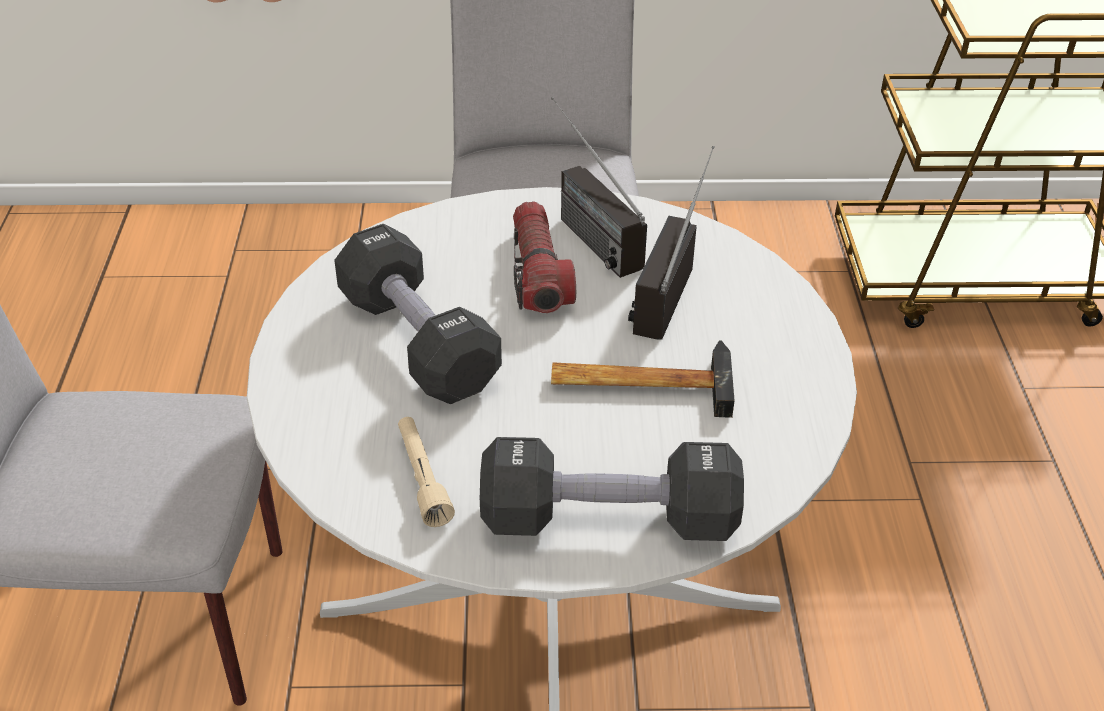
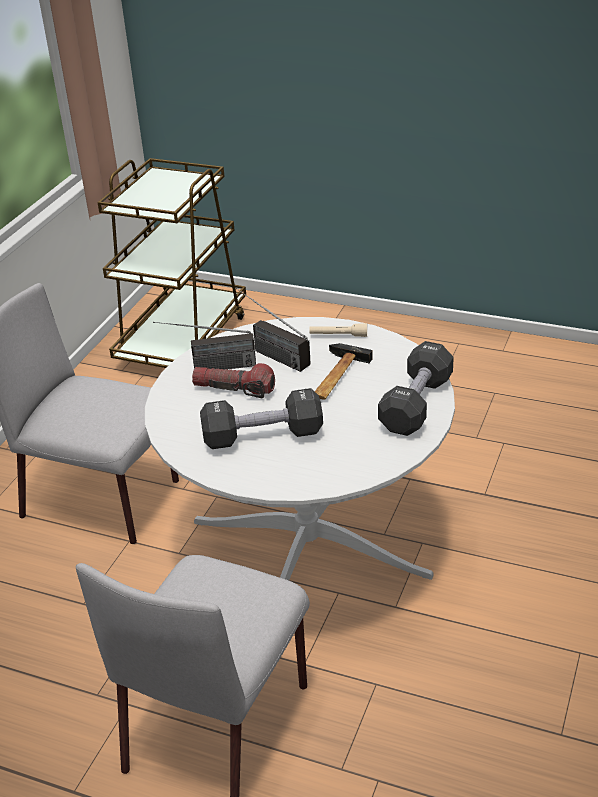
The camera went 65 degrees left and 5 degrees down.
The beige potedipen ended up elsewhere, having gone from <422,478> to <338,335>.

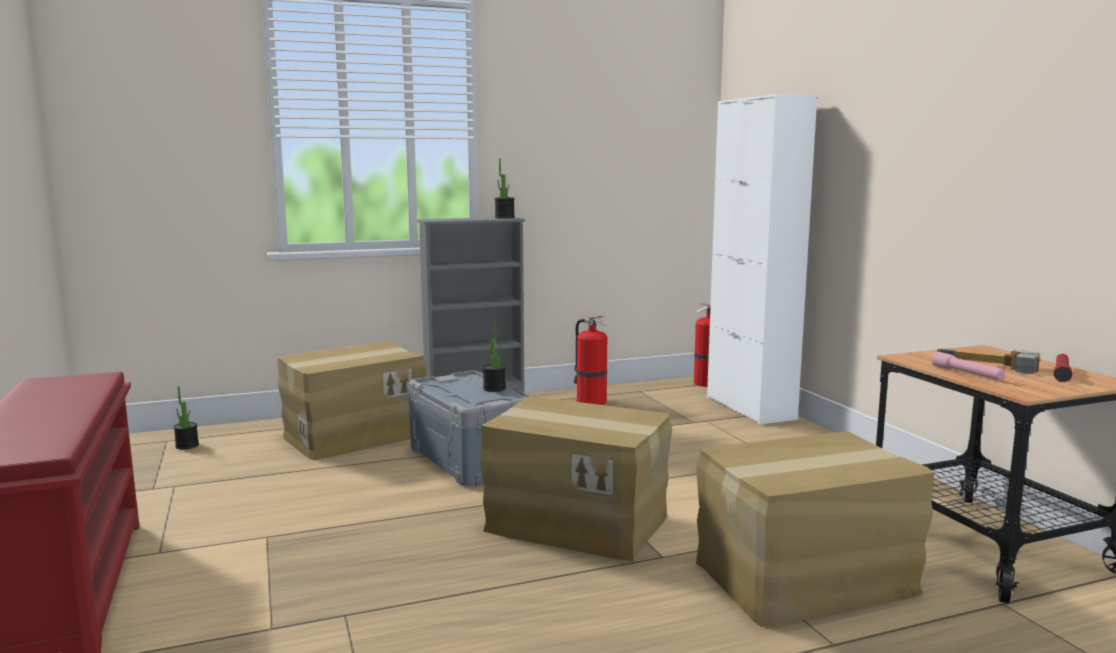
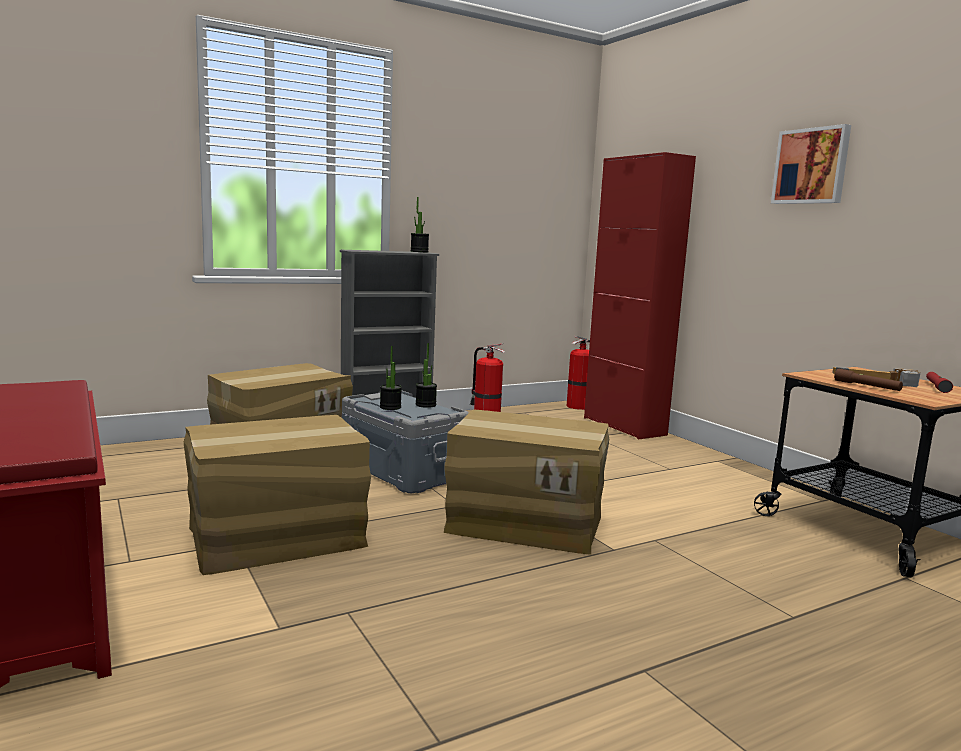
The camera went 10 degrees left and 0 degrees up.
The second view gained the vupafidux at <811,166>.
The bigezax ended up elsewhere, having gone from <187,446> to <390,407>.
The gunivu ended up elsewhere, having gone from <806,579> to <277,538>.
What was the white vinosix at <750,408> turned into the red vinosix at <624,426>.
What was the pink potedipen at <967,373> turned into the brown potedipen at <867,386>.

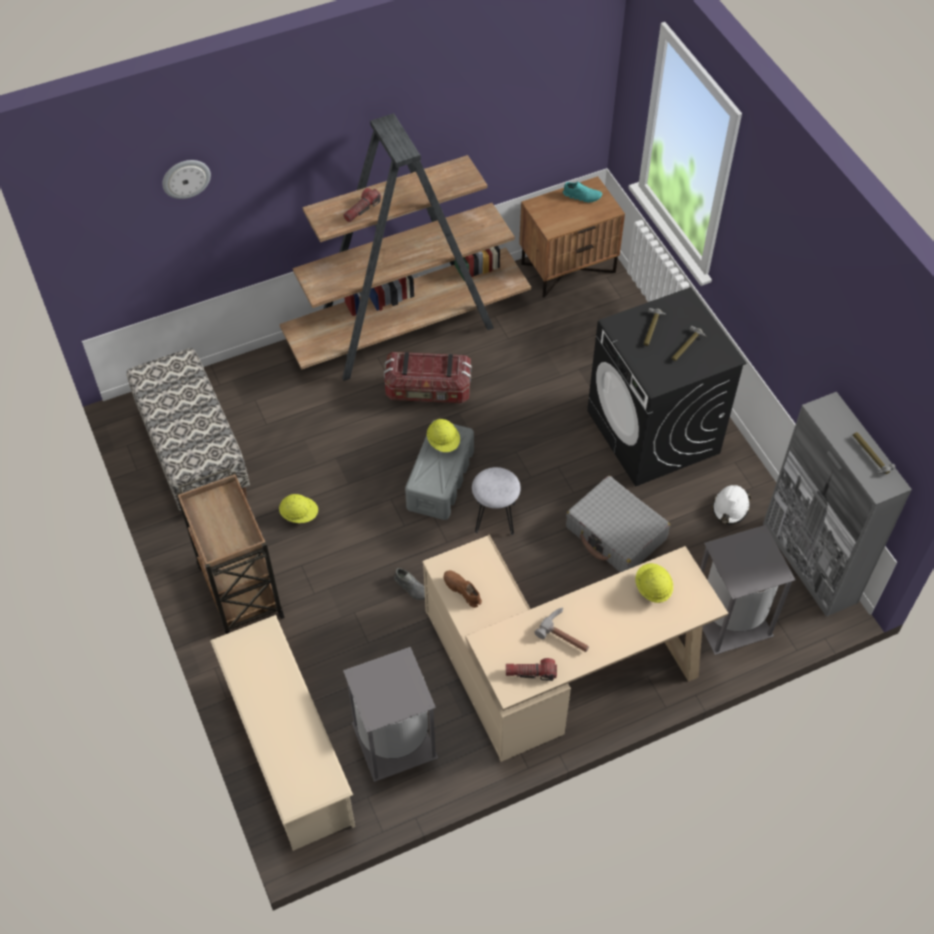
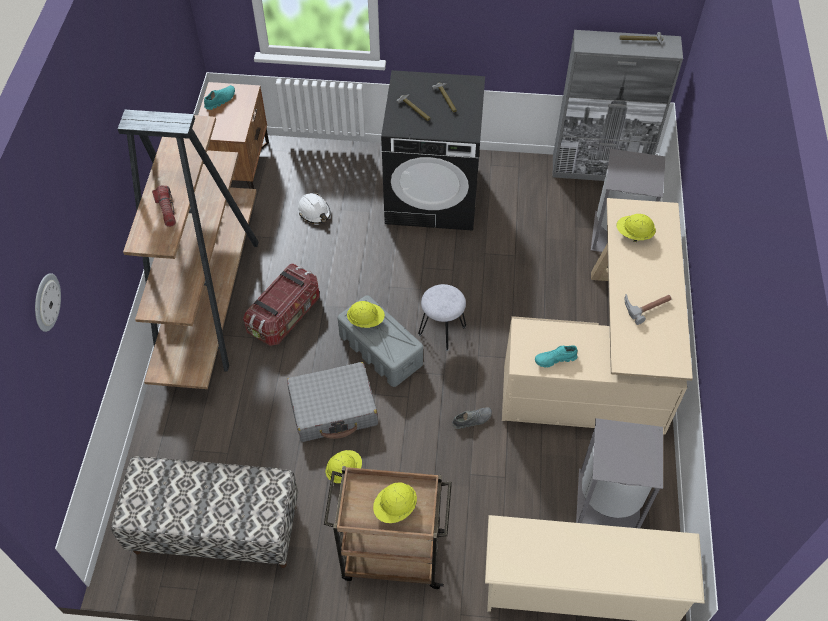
The camera went 60 degrees left and 0 degrees up.
The second view lost the potedipen at <531,673>.
The second view gained the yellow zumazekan at <395,508>.
The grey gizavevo ended up elsewhere, having gone from <616,534> to <334,409>.
The white zumazekan ended up elsewhere, having gone from <730,508> to <314,212>.
What was the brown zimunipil at <462,591> turned into the turquoise zimunipil at <555,359>.

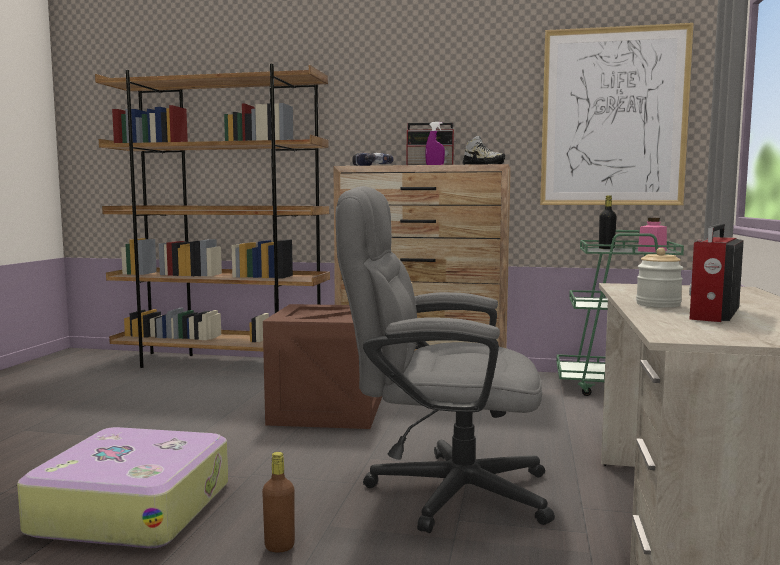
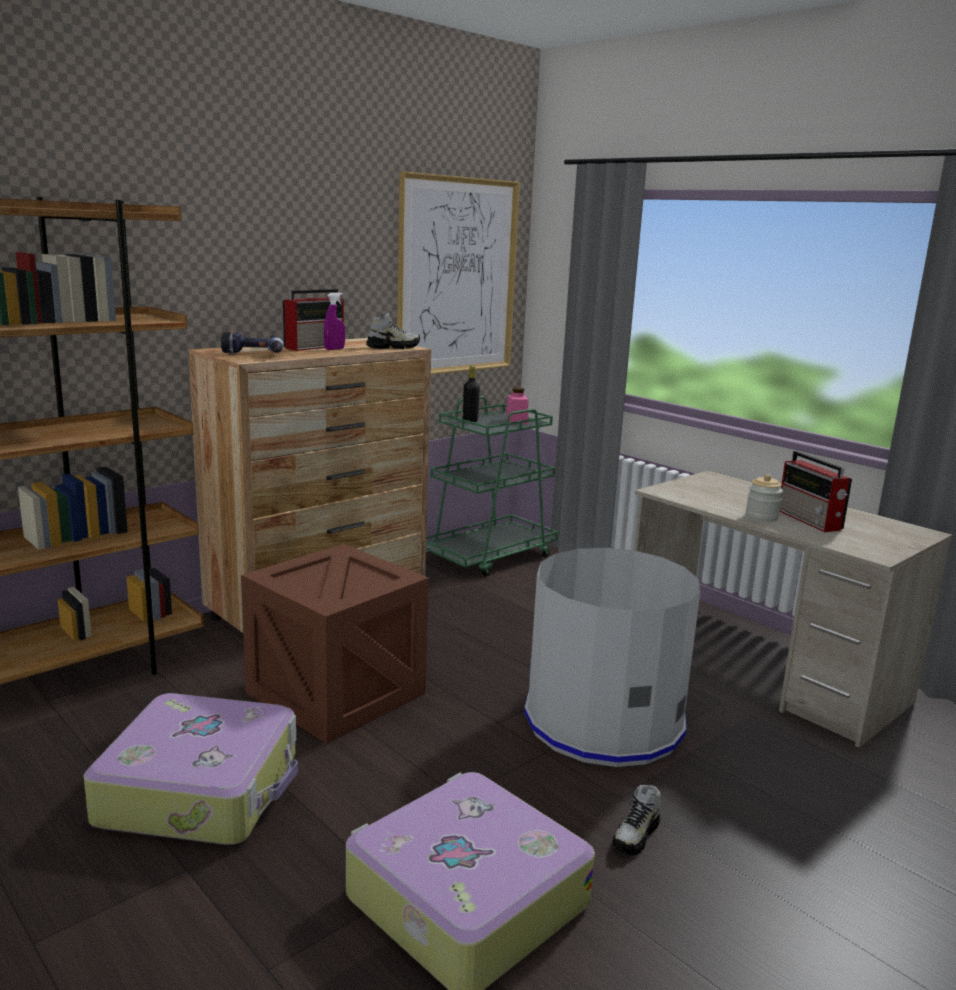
The camera went 55 degrees left and 10 degrees up.
The second view gained the gizavevo at <202,789>.
Where the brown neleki stood at <279,546>, the zimunipil came to stand at <636,836>.
Where the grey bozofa stood at <441,490>, the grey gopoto came to stand at <603,721>.

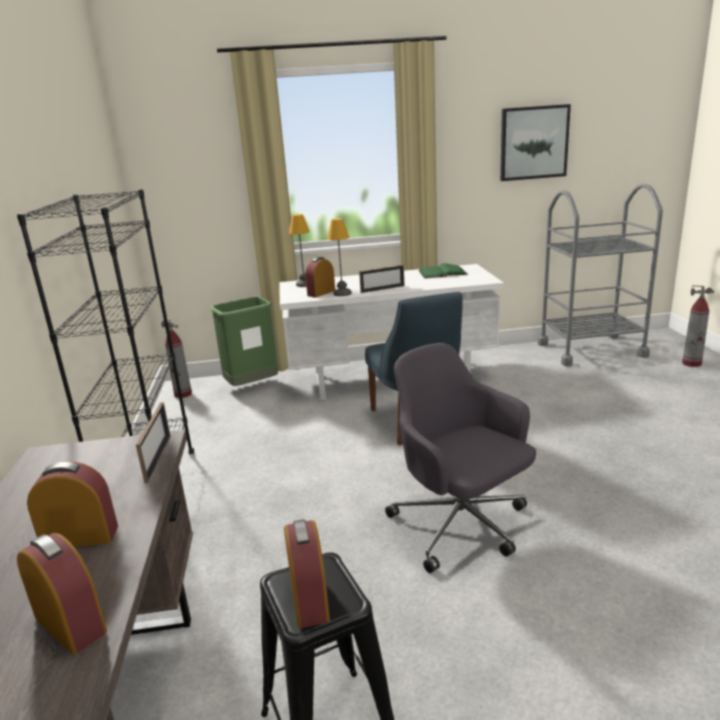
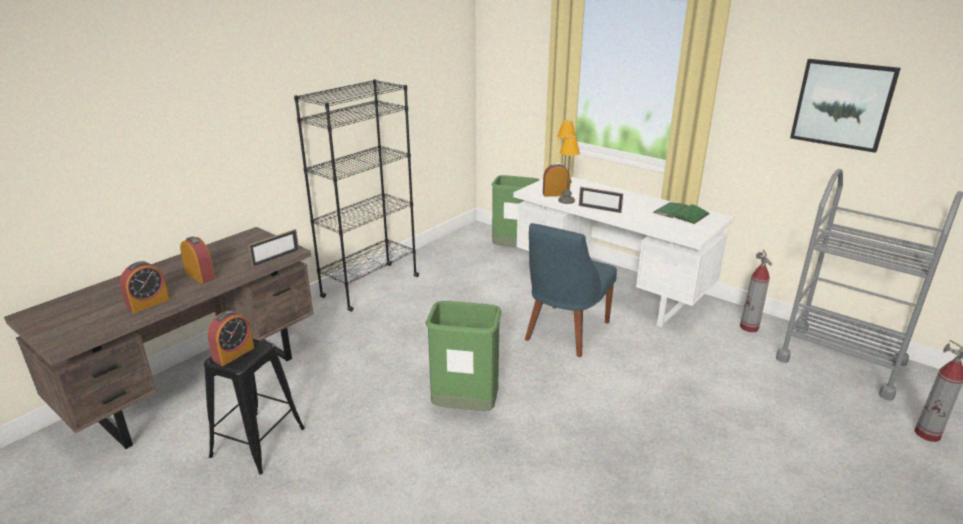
The camera went 45 degrees right and 5 degrees up.
The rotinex ended up elsewhere, having gone from <183,394> to <749,327>.
Where the grey bozofa stood at <461,525>, the green gopoto came to stand at <465,407>.
The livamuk at <70,624> ended up facing another way, 45 degrees clockwise from before.

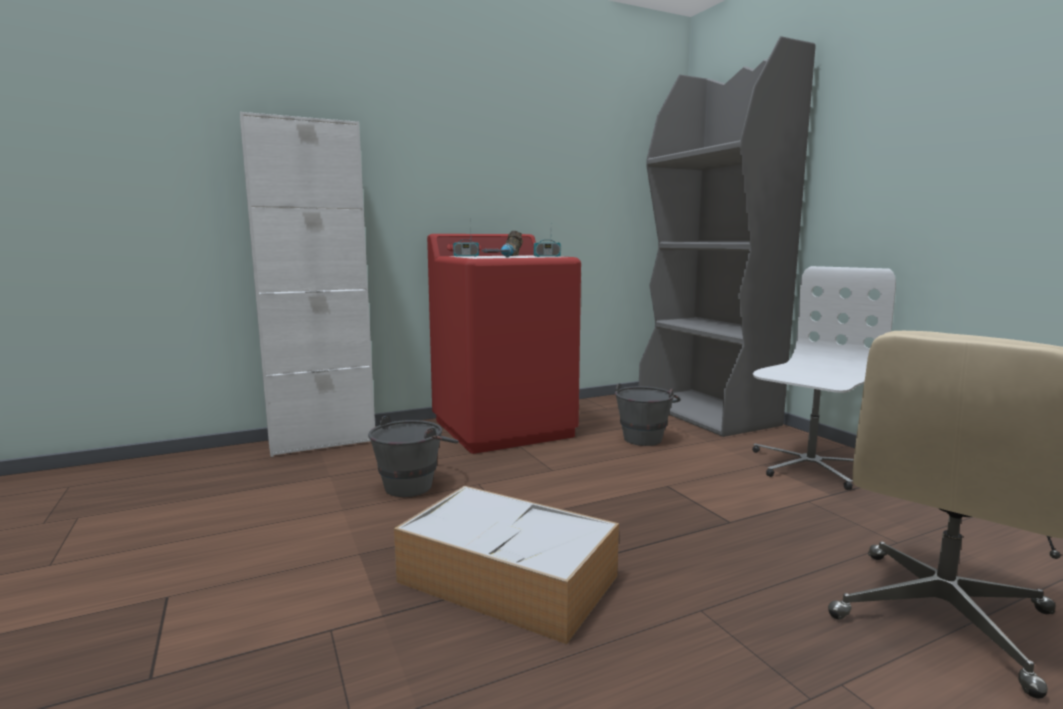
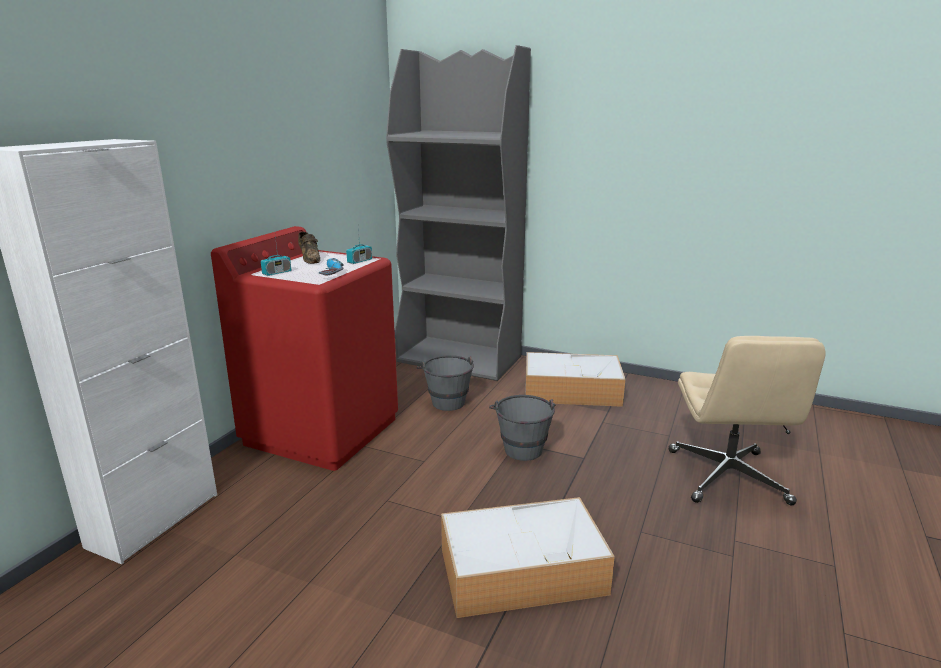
The camera went 40 degrees left and 10 degrees up.
The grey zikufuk ended up elsewhere, having gone from <415,483> to <521,446>.
Where the white bozofa stood at <808,466>, the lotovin came to stand at <573,391>.

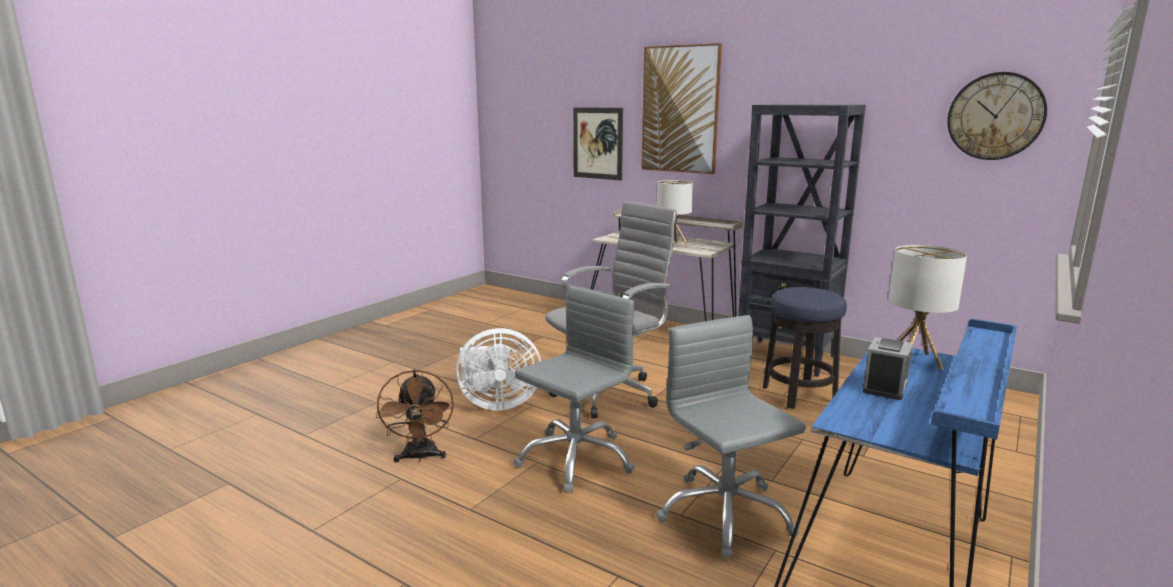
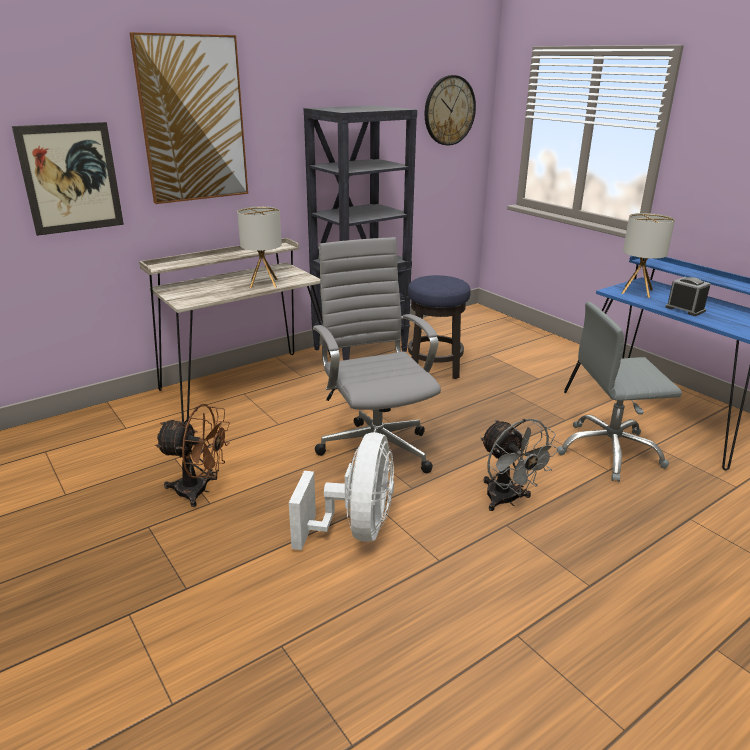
The camera went 70 degrees left and 10 degrees up.
The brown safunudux ended up elsewhere, having gone from <420,457> to <200,491>.
Where the grey bozofa stood at <575,459>, the grey safunudux came to stand at <507,500>.

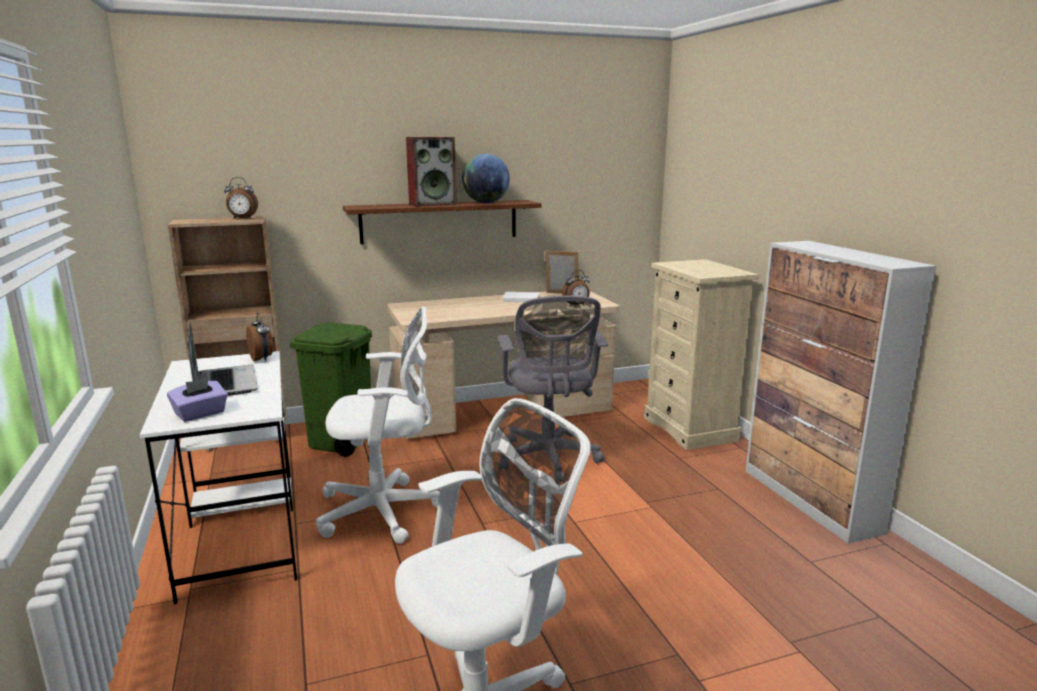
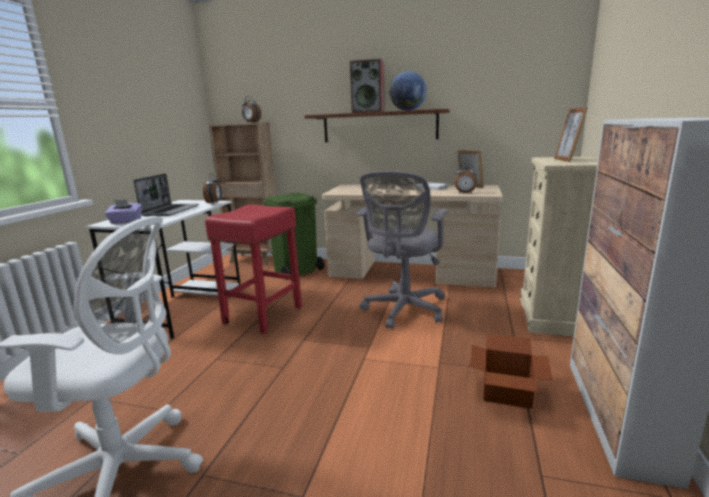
The camera went 35 degrees right and 0 degrees up.
The second view gained the gunivu at <505,392>.
The second view gained the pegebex at <566,160>.
Where the white bozofa stood at <385,511>, the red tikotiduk came to stand at <262,315>.

